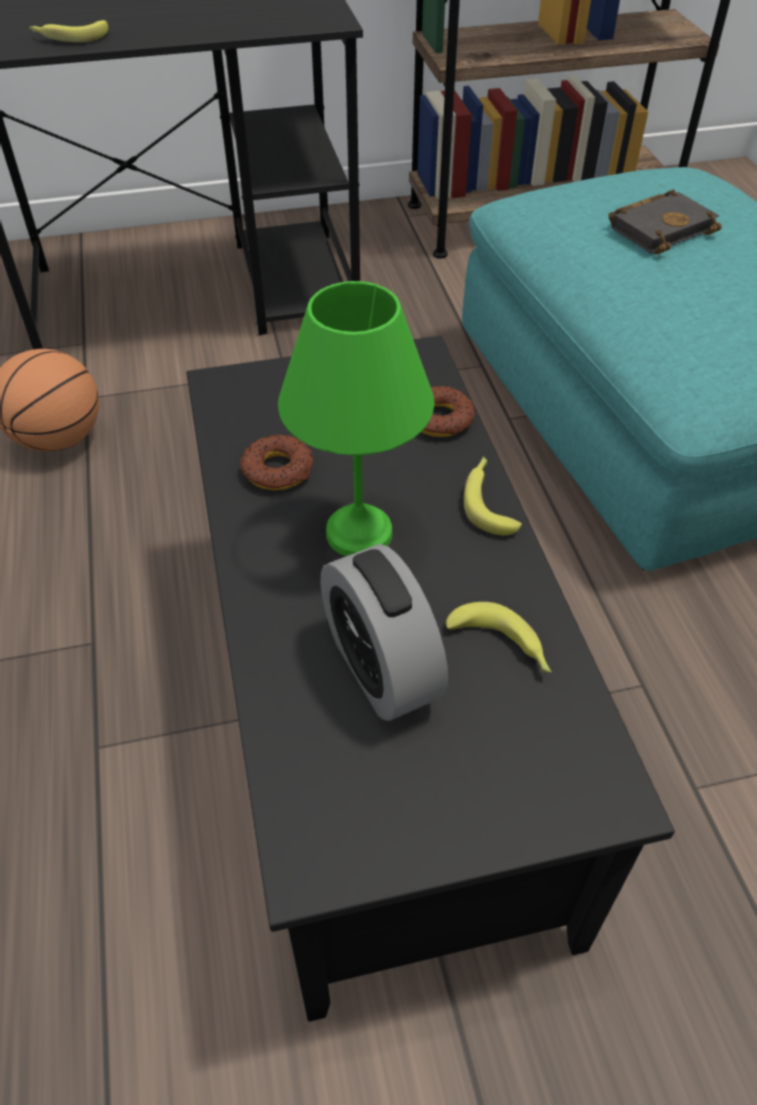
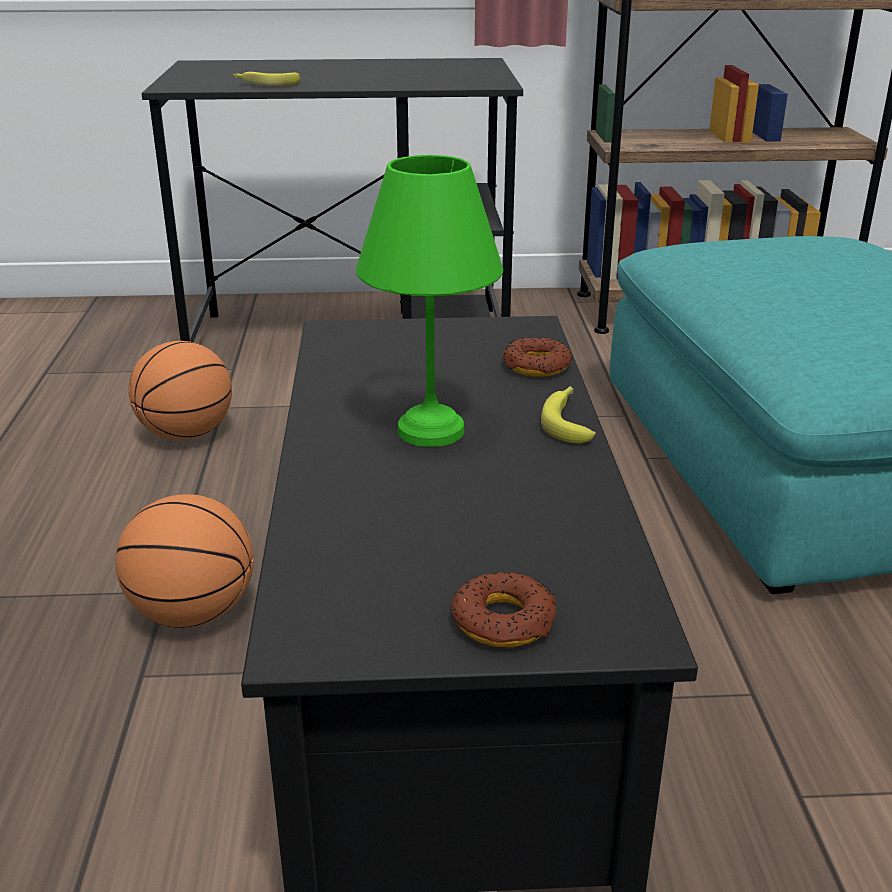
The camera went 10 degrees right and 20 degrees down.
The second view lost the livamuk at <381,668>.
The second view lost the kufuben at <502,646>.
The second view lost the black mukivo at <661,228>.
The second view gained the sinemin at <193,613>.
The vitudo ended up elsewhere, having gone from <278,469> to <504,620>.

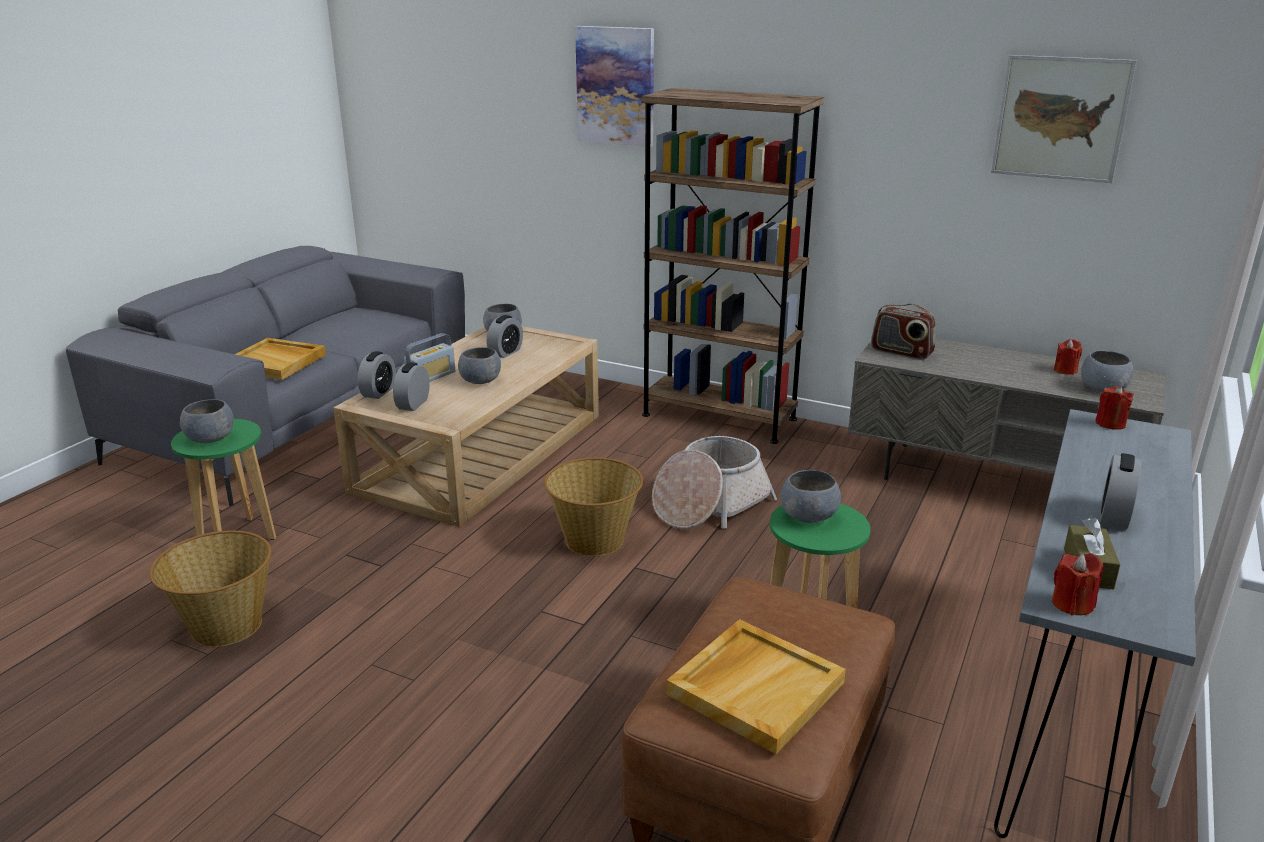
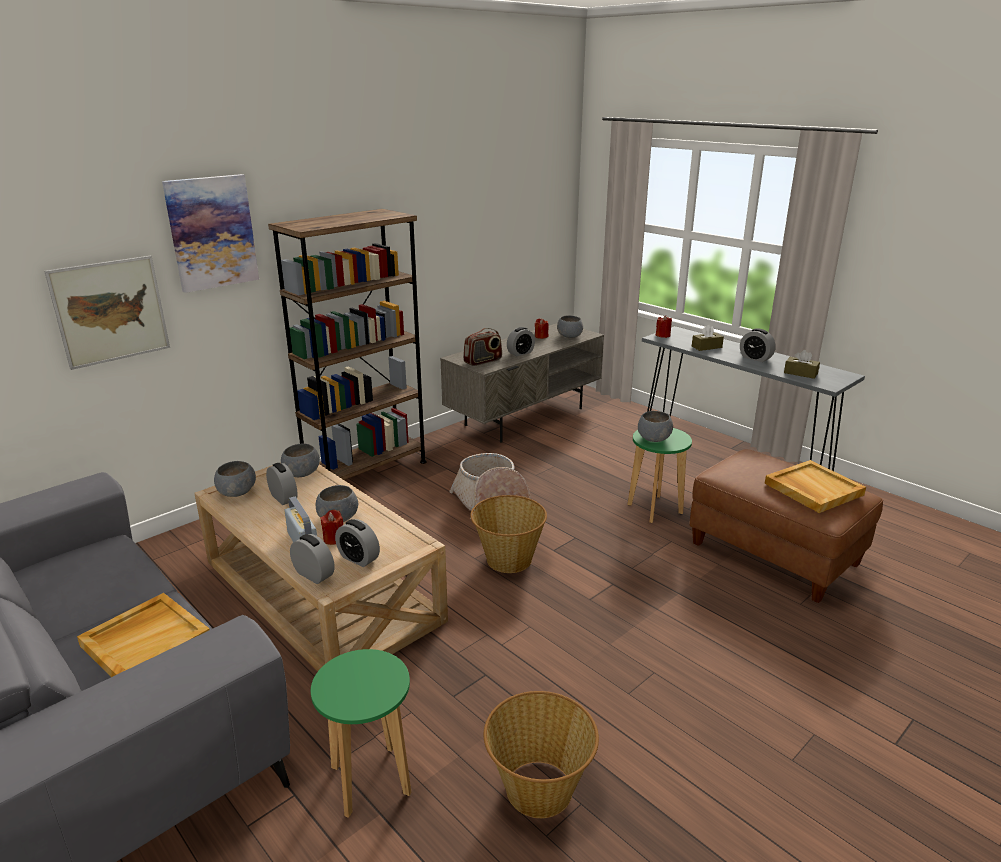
The camera went 70 degrees left and 0 degrees up.
The second view gained the livamuk at <520,353>.
The second view gained the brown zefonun at <706,347>.
The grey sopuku ended up elsewhere, having gone from <211,438> to <301,473>.
The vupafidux ended up elsewhere, having gone from <1060,118> to <110,311>.
The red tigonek ended up elsewhere, having gone from <1072,604> to <334,539>.

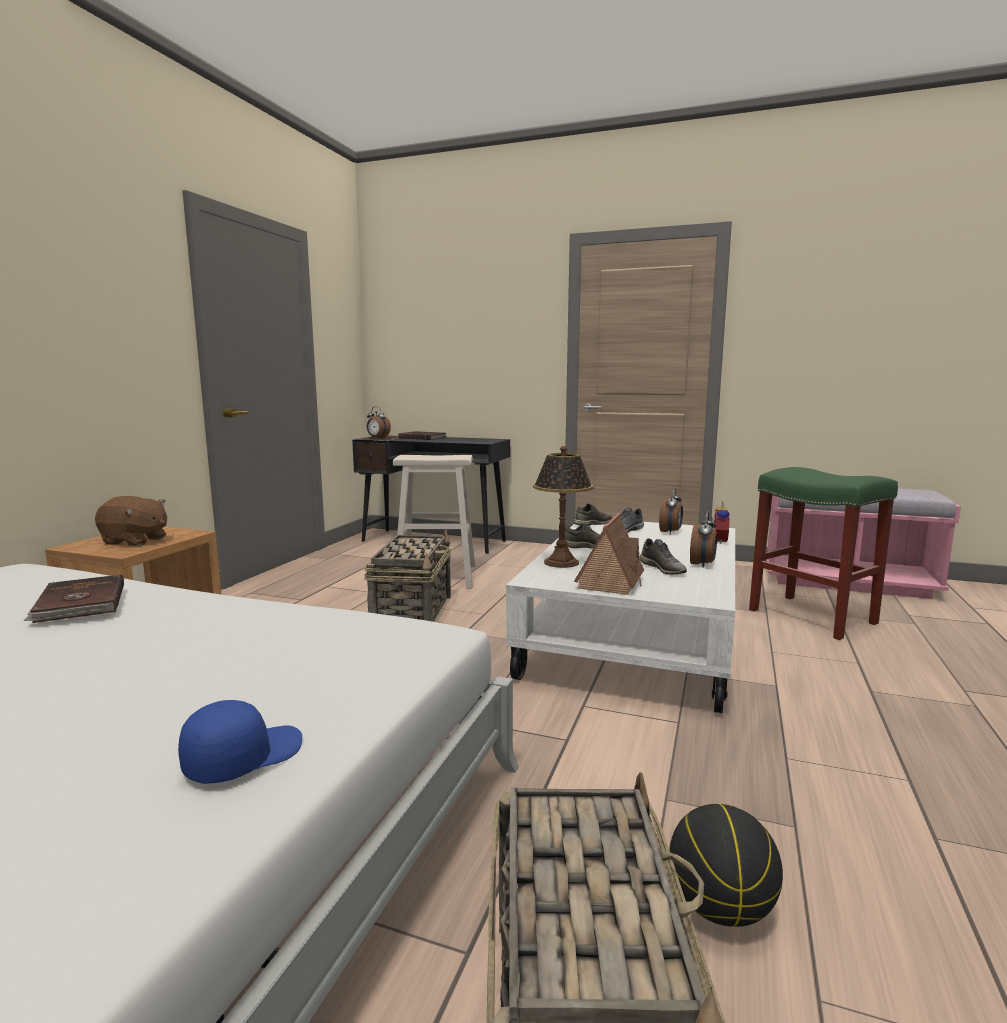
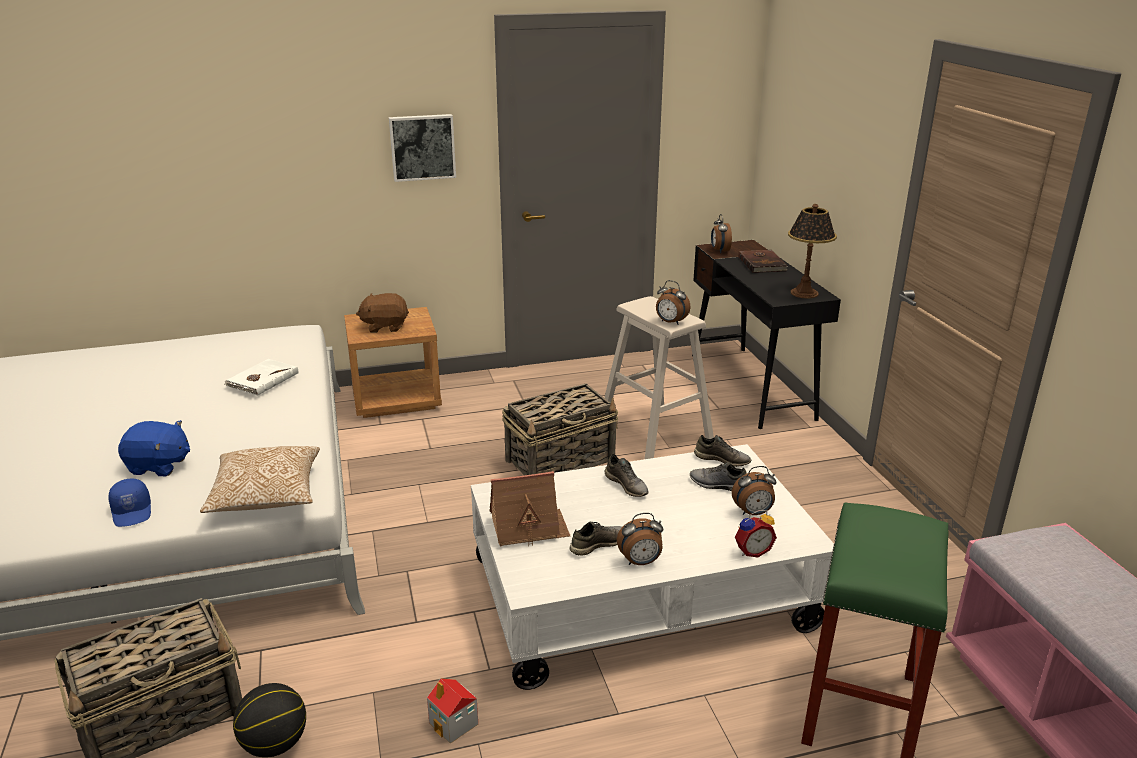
The camera went 55 degrees right and 15 degrees up.
The second view gained the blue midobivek at <159,466>.
The second view gained the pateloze at <266,496>.
The second view gained the vupafidux at <422,147>.
The second view gained the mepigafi at <454,724>.
The second view gained the livamuk at <670,322>.
The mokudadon ended up elsewhere, having gone from <561,562> to <804,293>.
What was the brown mukivo at <79,603> turned into the white mukivo at <262,380>.
The brown midobivek at <135,541> ended up facing another way, 105 degrees clockwise from before.
The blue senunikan at <243,757> ended up facing another way, 60 degrees clockwise from before.
The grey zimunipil at <663,569> ended up facing another way, 150 degrees counterclockwise from before.

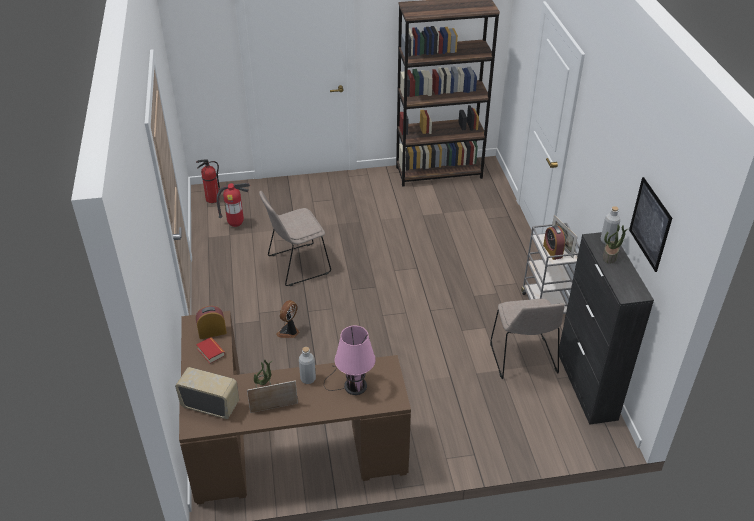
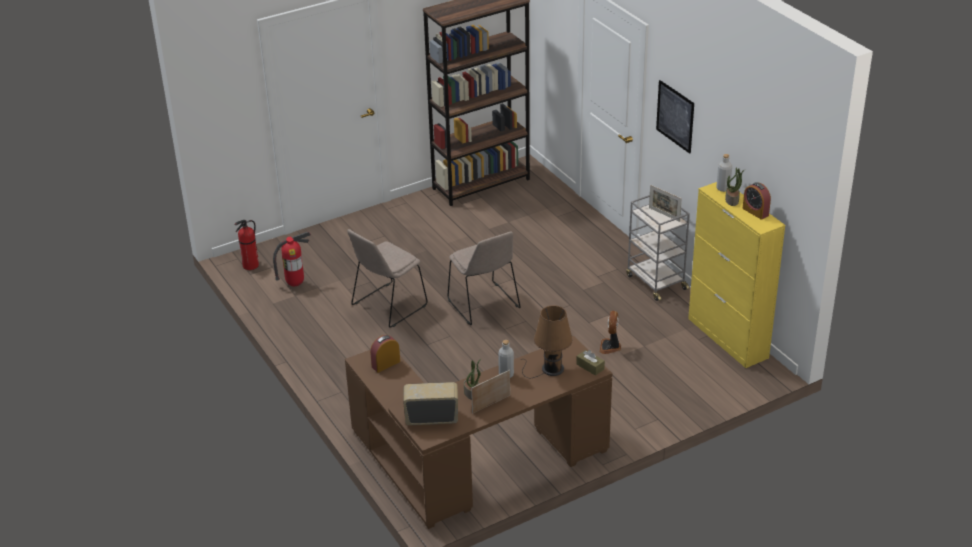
The camera went 20 degrees left and 5 degrees down.
The second view lost the mukivo at <211,352>.
The second view gained the brown zefonun at <590,367>.
The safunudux ended up elsewhere, having gone from <289,332> to <610,347>.
The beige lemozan ended up elsewhere, having gone from <523,359> to <484,305>.
The livamuk ended up elsewhere, having gone from <552,251> to <755,212>.
The vupafidux ended up elsewhere, having gone from <650,224> to <675,116>.
What was the pink mokudadon at <352,385> turned into the brown mokudadon at <550,369>.
What was the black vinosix at <587,386> turned into the yellow vinosix at <728,338>.

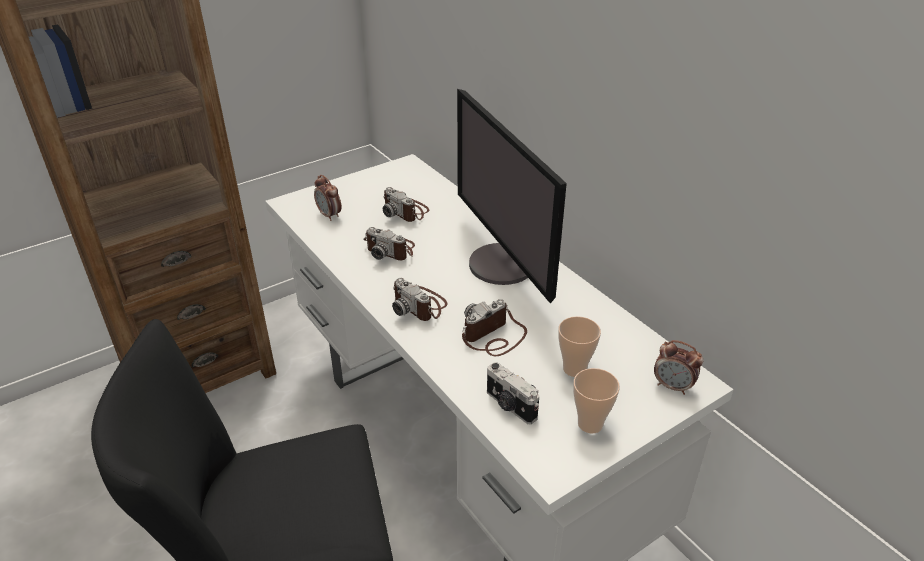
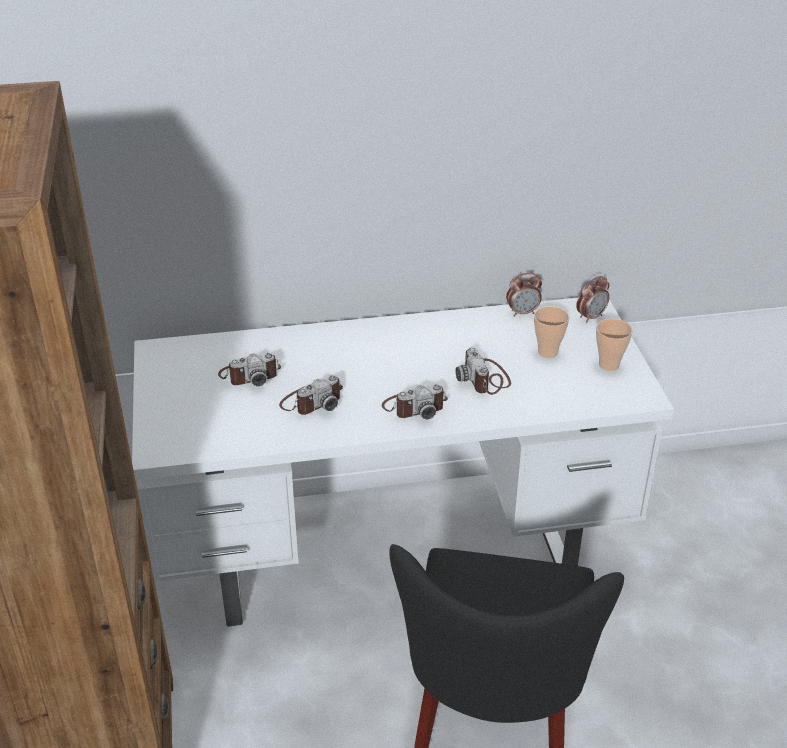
The camera went 65 degrees left and 0 degrees up.
The second view lost the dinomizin at <504,265>.
The second view lost the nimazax at <510,406>.
The livamuk ended up elsewhere, having gone from <329,215> to <522,312>.

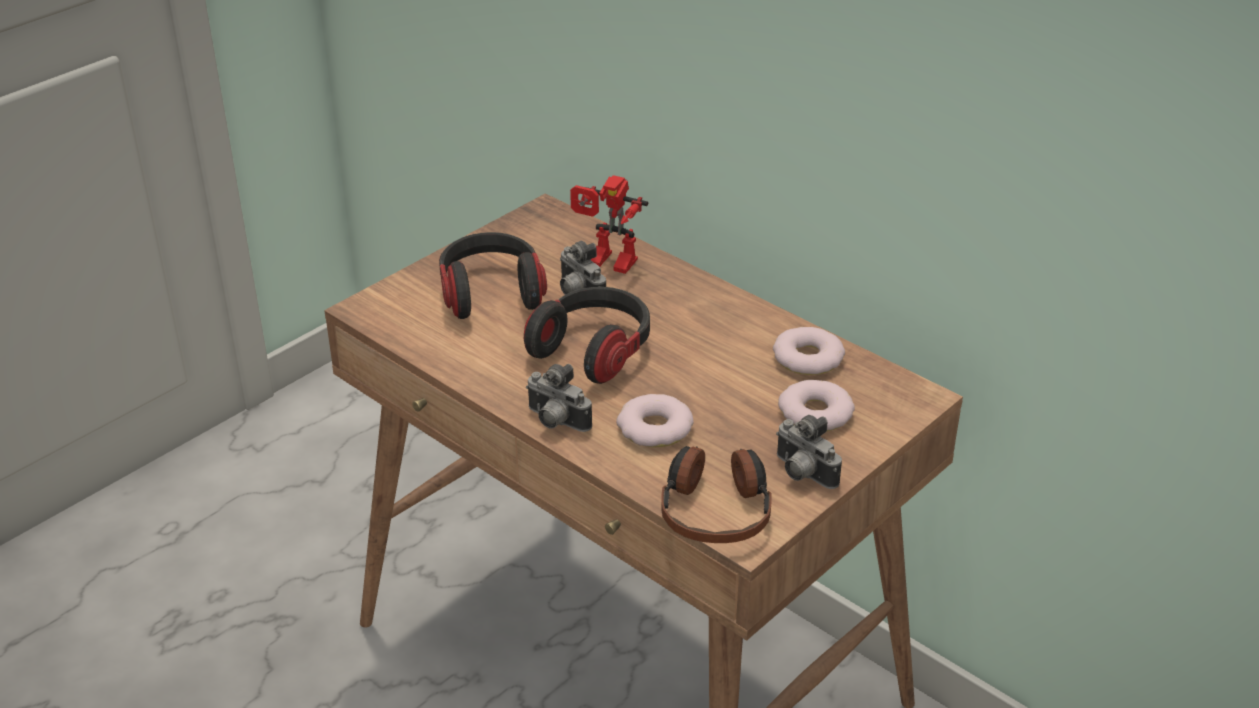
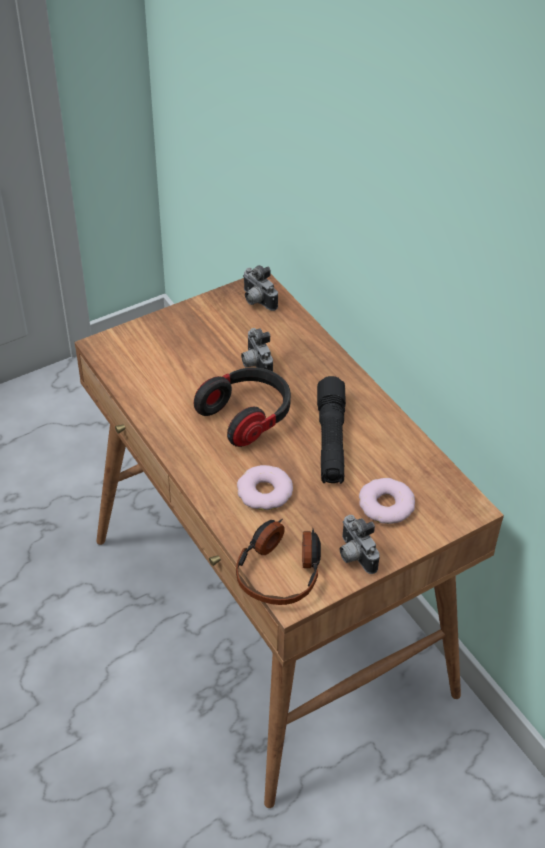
The camera went 15 degrees right and 10 degrees up.
The second view lost the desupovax at <491,293>.
The second view lost the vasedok at <606,264>.
The second view lost the vitudo at <807,358>.
The second view gained the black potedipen at <331,440>.
The nimazax ended up elsewhere, having gone from <555,422> to <256,301>.

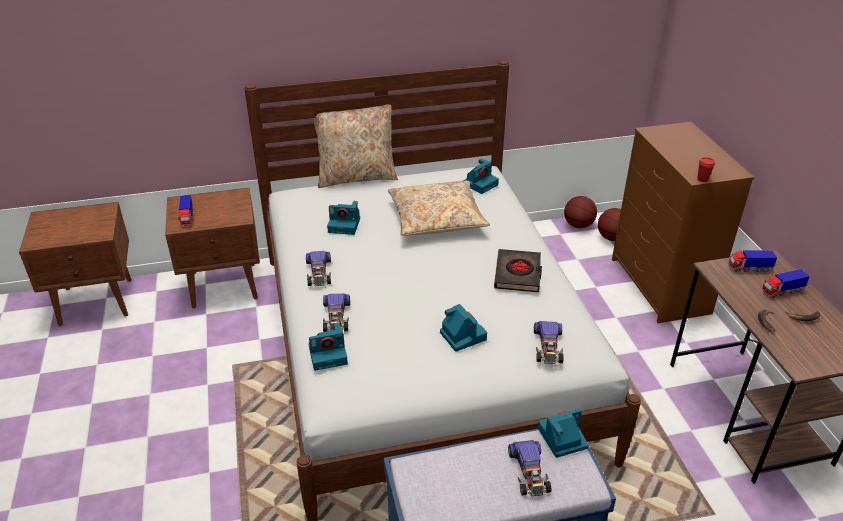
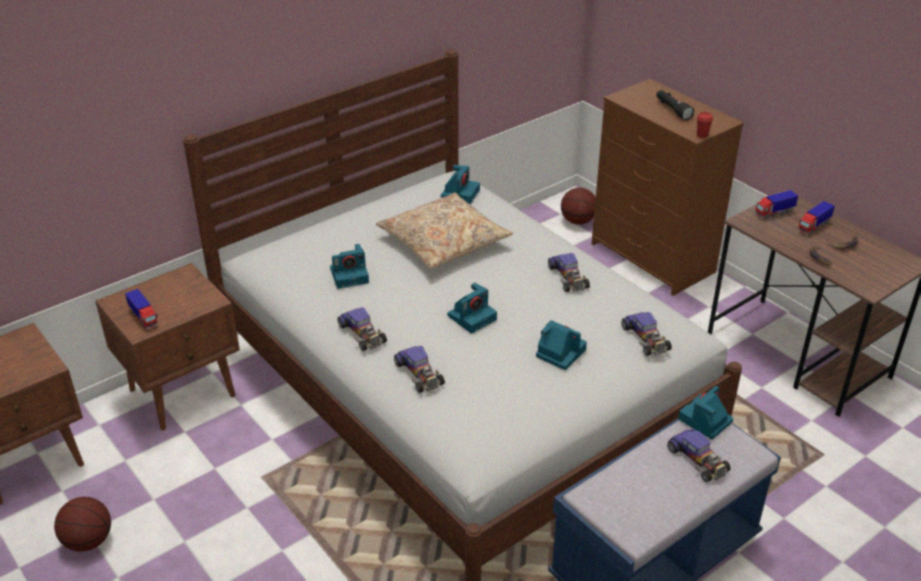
The camera went 25 degrees left and 0 degrees up.
The second view lost the beige pateloze at <356,177>.
The second view gained the black potedipen at <672,110>.
The nimazax ended up elsewhere, having gone from <328,354> to <472,317>.
The sinemin ended up elsewhere, having gone from <578,225> to <88,541>.
Where the black mukivo stood at <518,274>, the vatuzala came to stand at <568,277>.

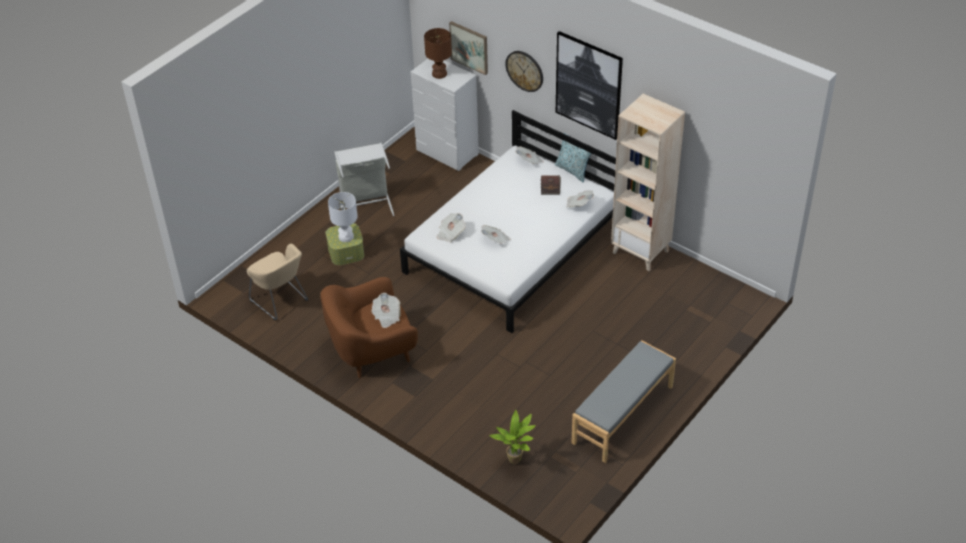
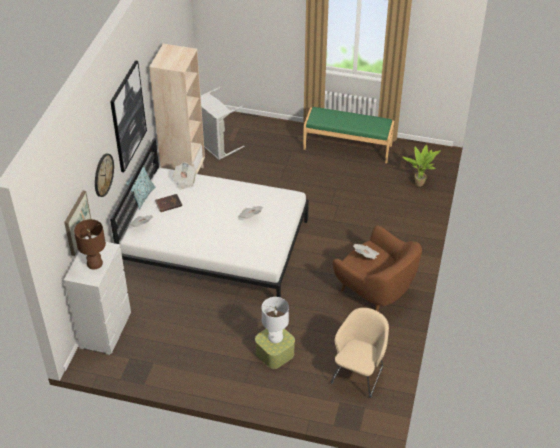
The camera went 115 degrees left and 0 degrees up.
The second view lost the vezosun at <450,233>.
The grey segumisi ended up elsewhere, having gone from <366,204> to <216,146>.
What was the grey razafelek at <623,415> turned into the green razafelek at <347,147>.

